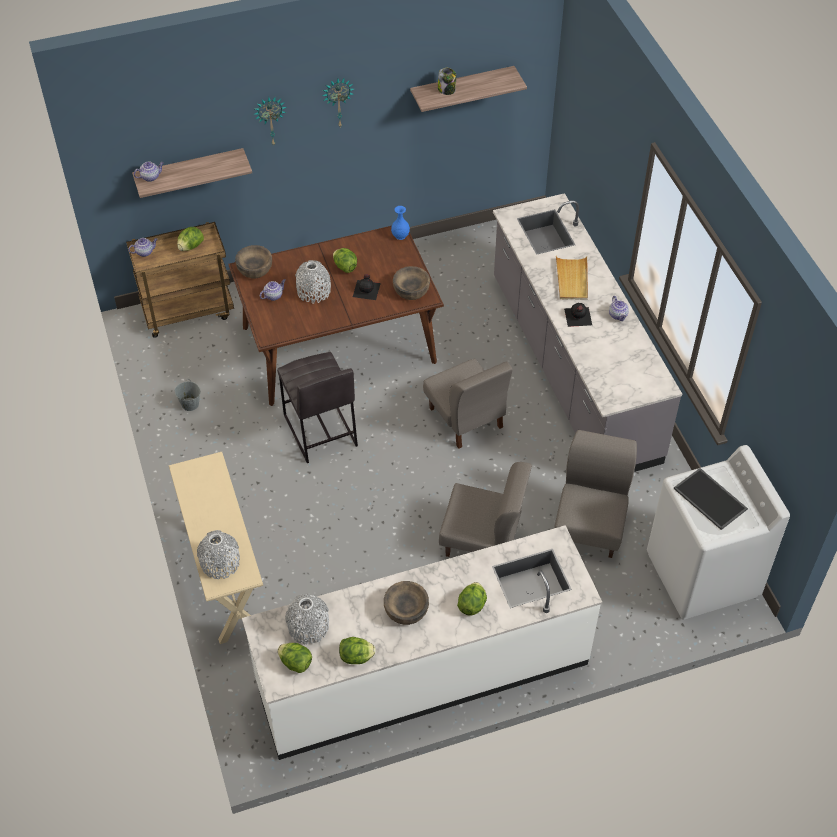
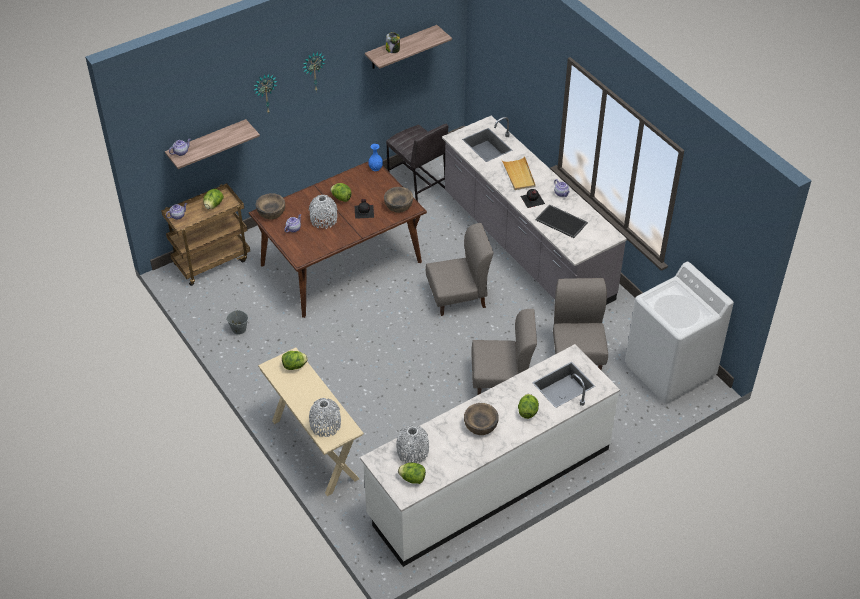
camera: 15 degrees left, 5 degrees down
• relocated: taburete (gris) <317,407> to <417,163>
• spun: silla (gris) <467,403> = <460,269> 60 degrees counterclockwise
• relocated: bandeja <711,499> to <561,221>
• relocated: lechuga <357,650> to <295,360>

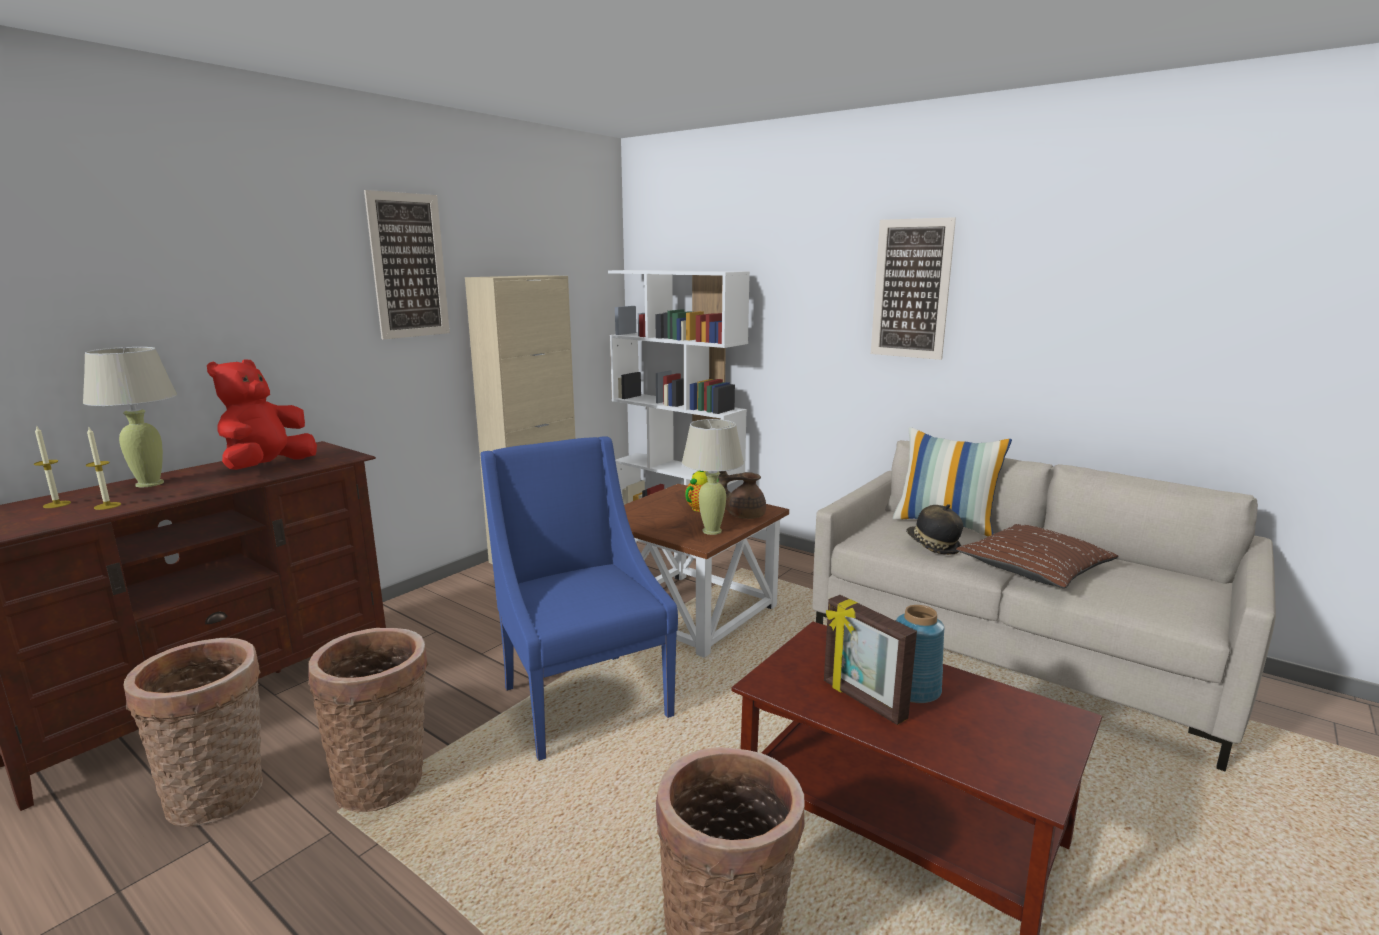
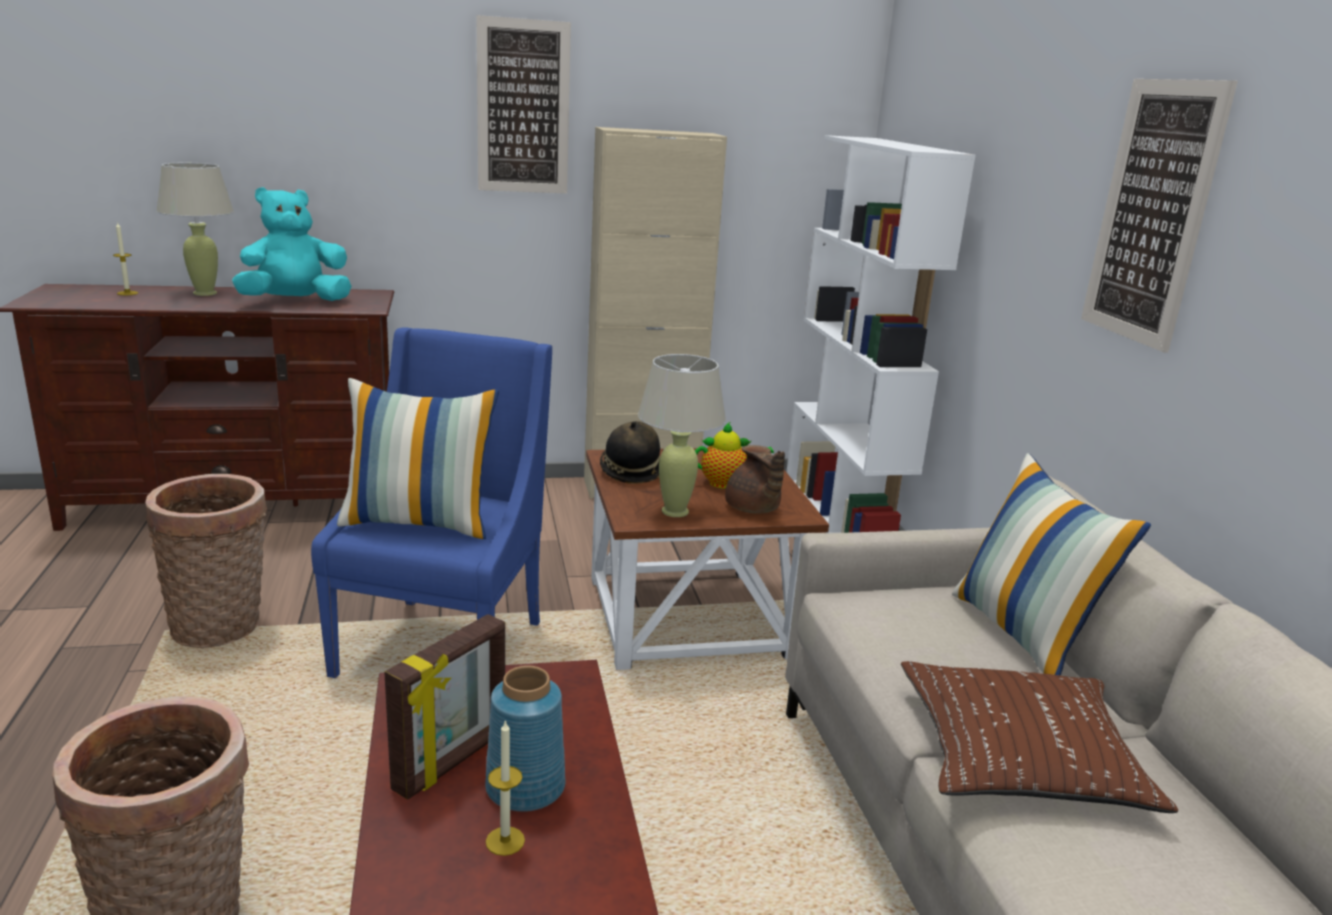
camera: 40 degrees right, 5 degrees up
• colour: peluche (rojo) <262,414> to peluche (turquesa) <292,244>
• relocated: vela <103,469> to <505,788>
• spun: tetera (marrón) <742,495> = <755,479> 150 degrees counterclockwise
• relocated: sombrero <934,529> to <630,452>
• spun: portarretratos <870,660> = <444,707> 150 degrees counterclockwise
• missing: cesta <193,732>
• appeared: cojín <418,458>

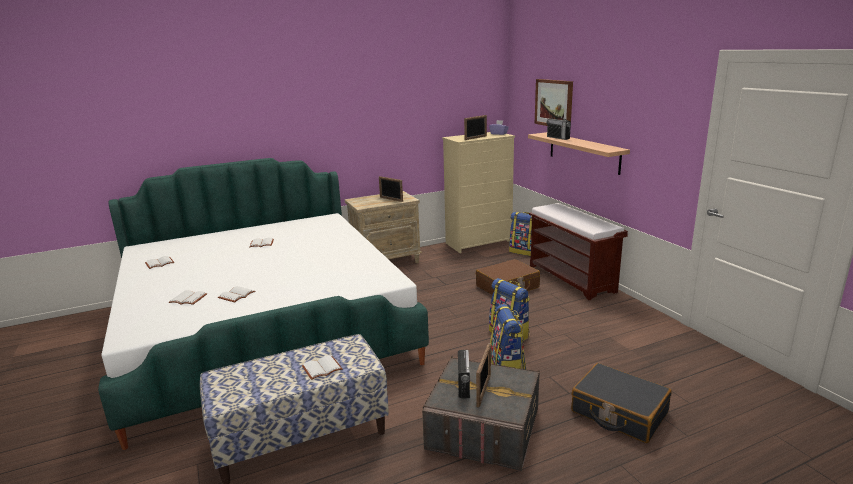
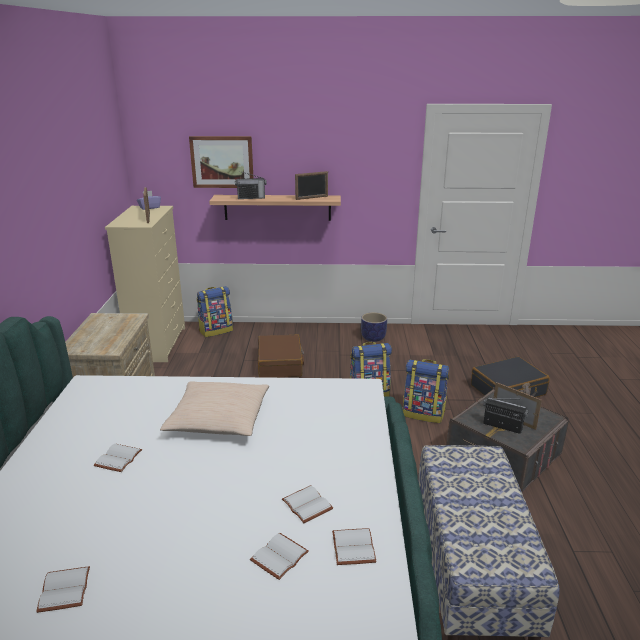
camera: 65 degrees left, 5 degrees up
• relocated: portarretratos <391,189> to <311,185>
• missing: banco (marrón) <578,251>
• relocated: libro (blanco) <322,367> to <354,546>
• appeared: maceta <374,327>
• appeared: cojín (beis) <214,409>

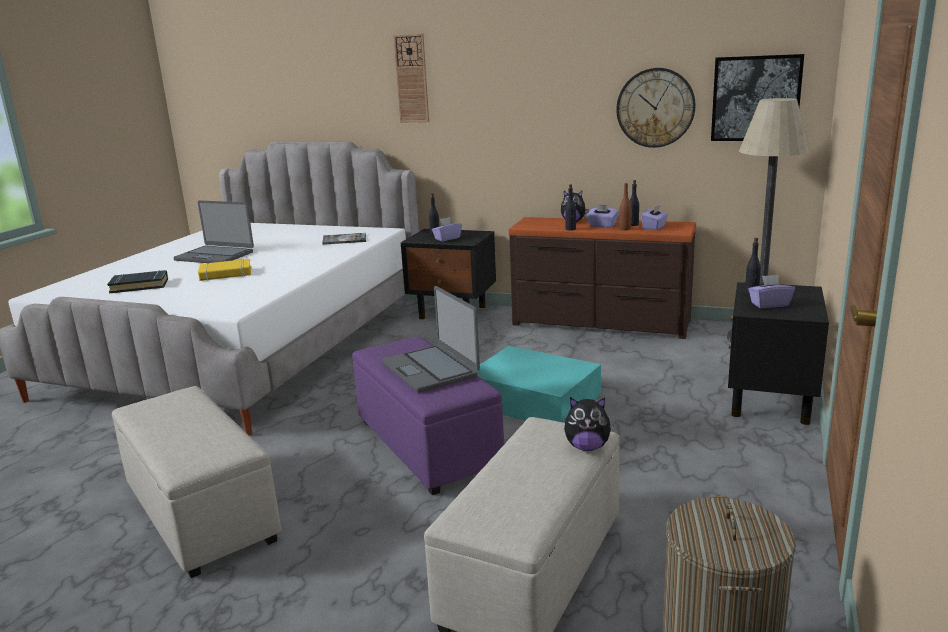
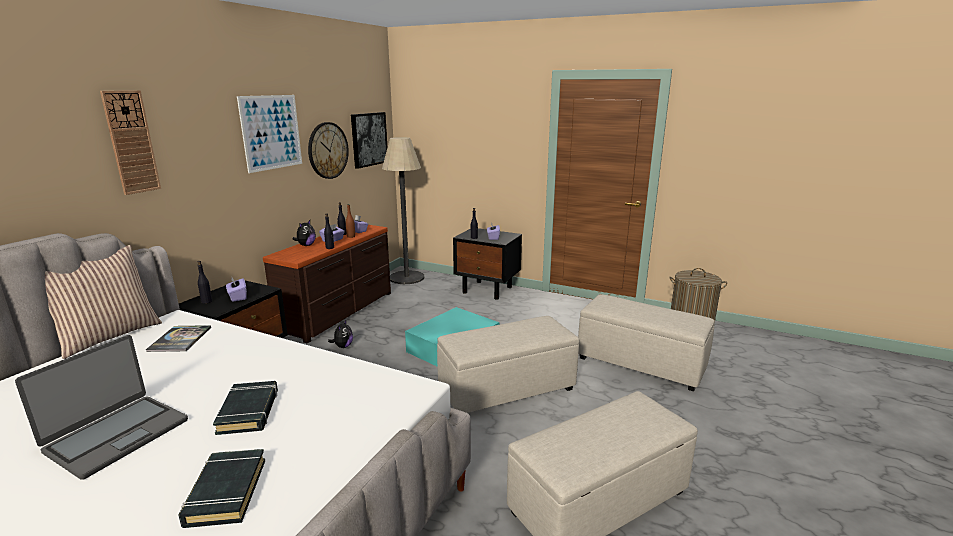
camera: 85 degrees left, 0 degrees up
• colour: libro (amarillo) <224,270> to libro (negro) <245,408>
• missing: portátil <431,339>
• colour: puf (morado) <428,415> to puf (beis) <508,364>
• relocated: peluche <589,424> to <340,334>
• appeared: cuadro <269,134>
• appeared: cojín <103,302>

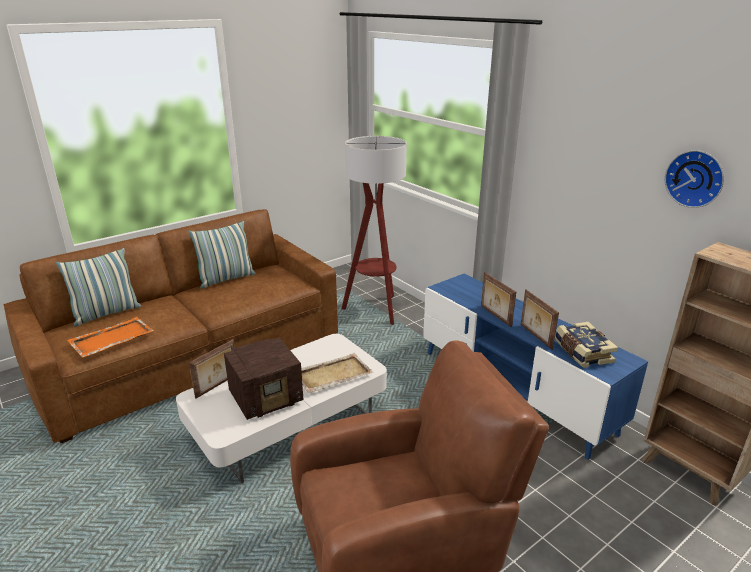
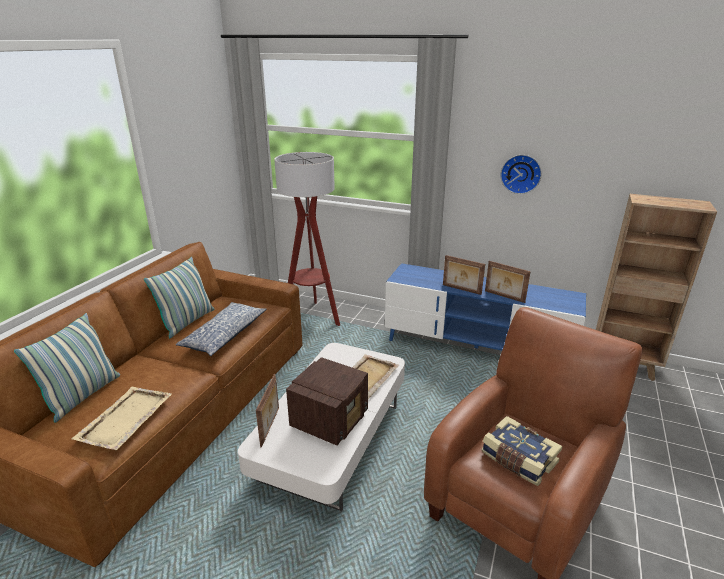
camera: 30 degrees left, 0 degrees up
• relocated: reloj de pared <694,179> to <521,174>
• colour: bandeja (naranja) <110,337> to bandeja (beis) <122,418>
• relocated: libro <586,345> to <522,451>
• appeared: cojín <221,329>

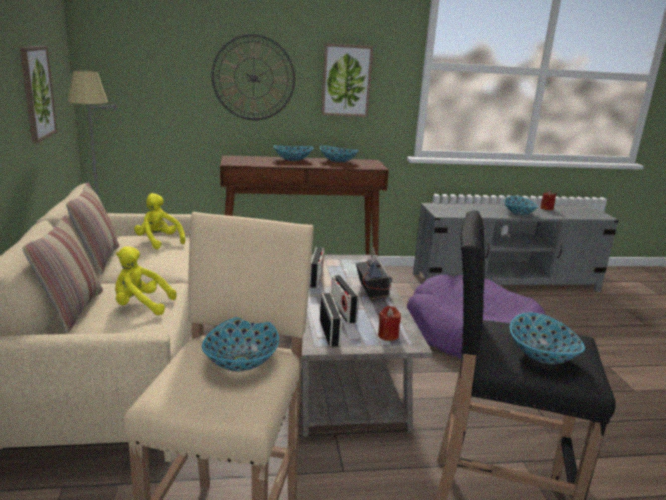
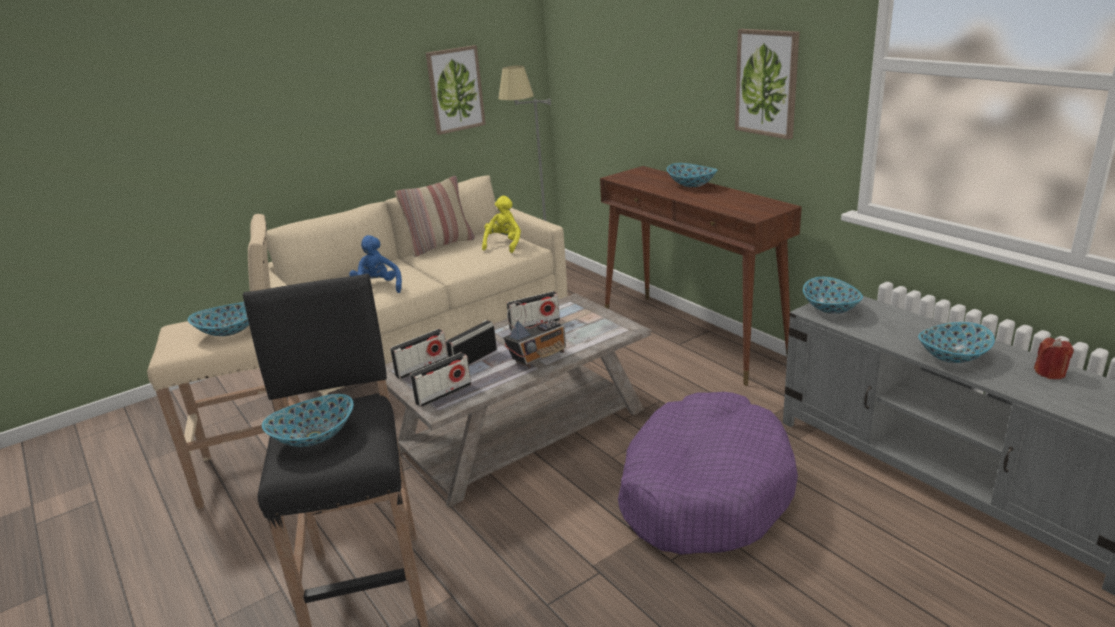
camera: 65 degrees right, 5 degrees up
• missing: reloj de pared <253,77>
• relocated: cuenco <339,154> to <833,295>
• missing: cojín <62,274>
• colour: peluche (amarillo) <146,281> to peluche (azul) <375,264>
• exchanged: vela (rojo) <389,323> to radio <440,379>

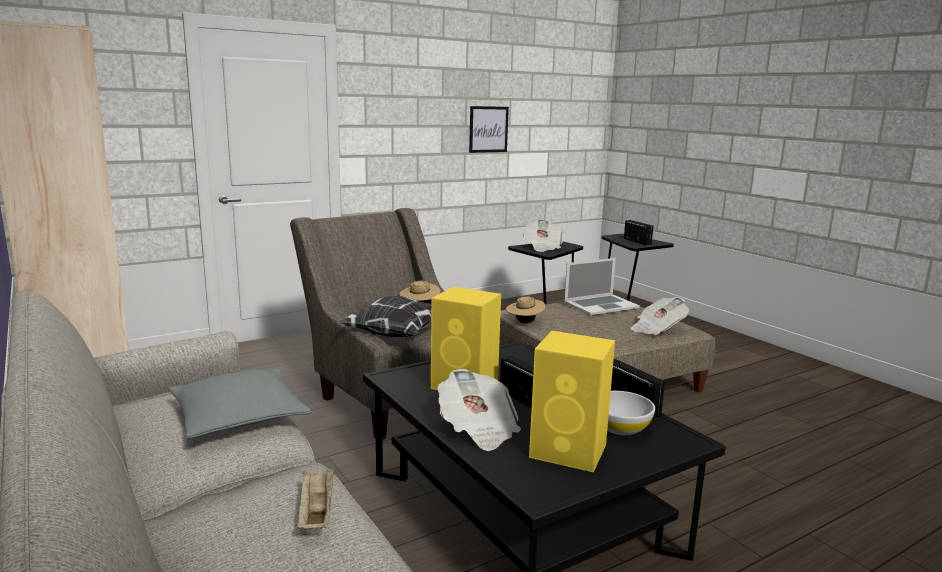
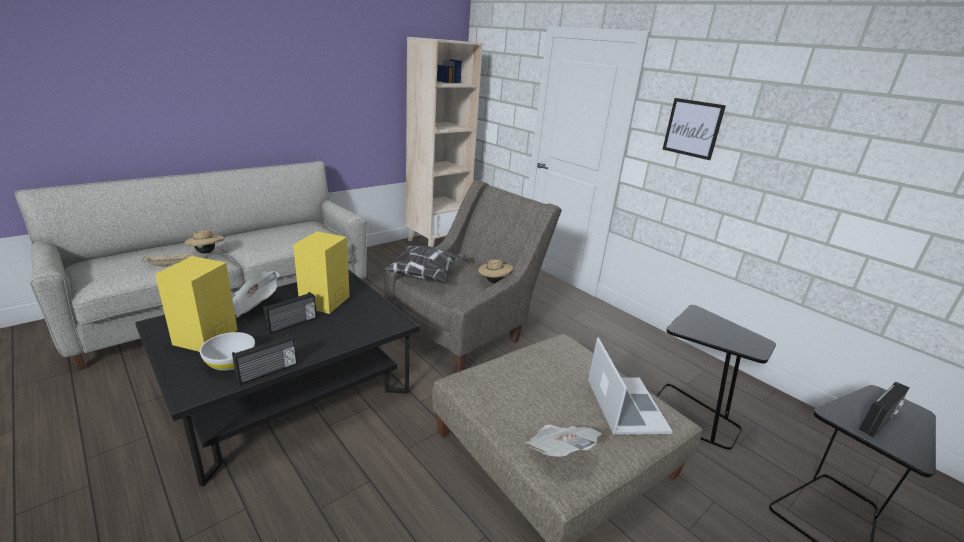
camera: 80 degrees right, 10 degrees up
• relocated: cuadro <489,129> to <694,129>
• missing: periódico <543,235>
• spun: portátil <602,286> = <630,386> 150 degrees counterclockwise
• relocated: sombrero (beis) <526,309> to <204,242>
• missing: cojín (gris) <239,403>

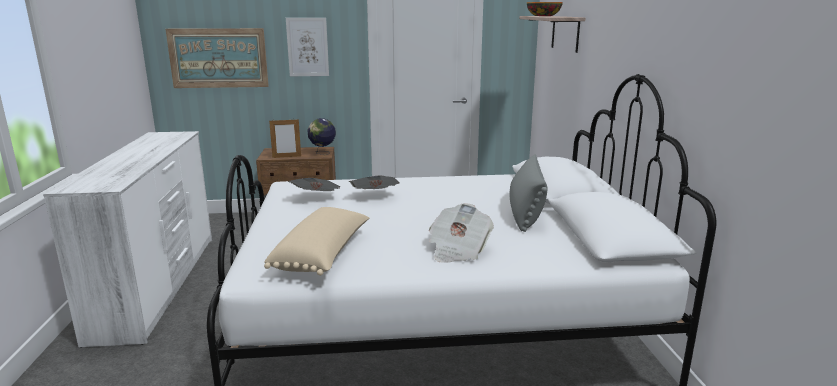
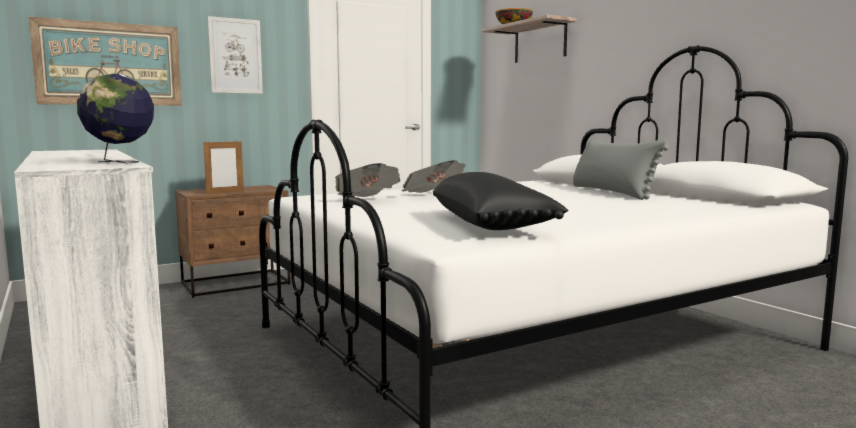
camera: 25 degrees left, 10 degrees down
• relocated: globo terráqueo <321,136> to <115,119>
• missing: periódico <461,233>
• colour: cojín (beis) <316,241> to cojín (negro) <501,201>

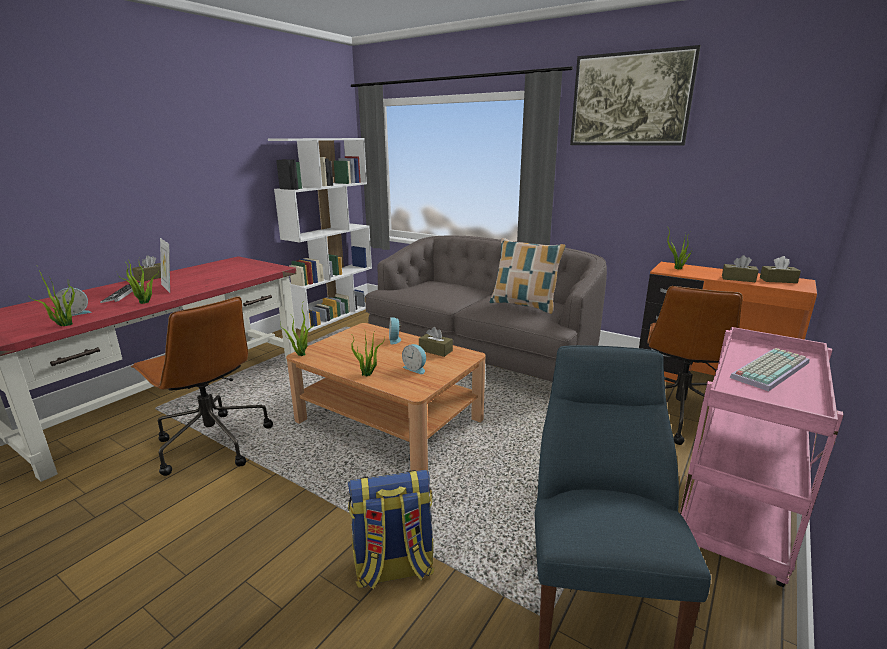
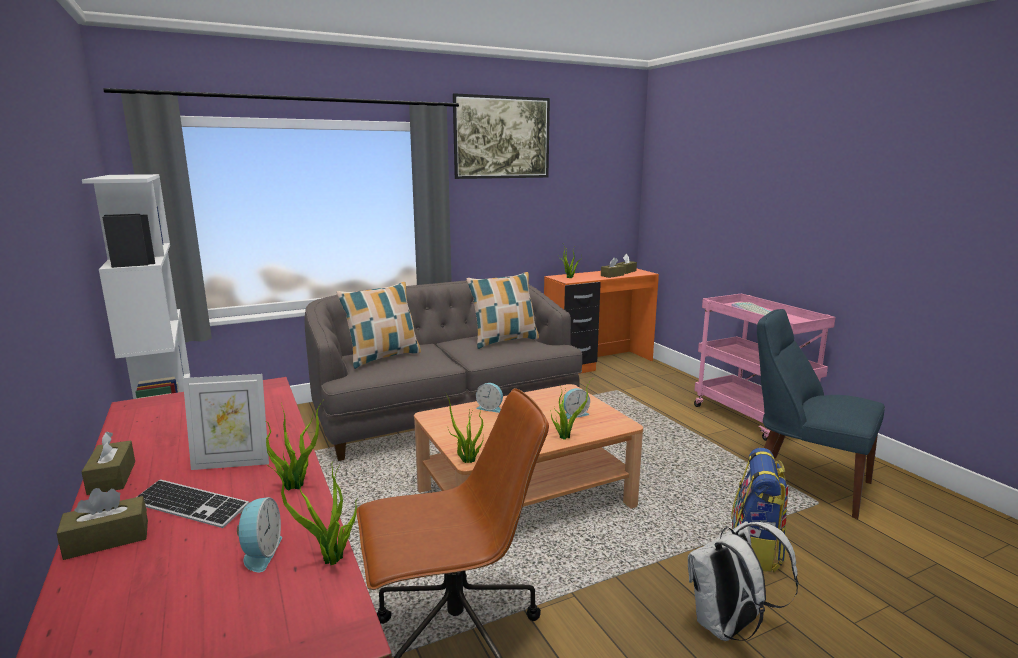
camera: 60 degrees left, 5 degrees down
• missing: silla de oficina (marrón) <695,365>
• relocated: caja de pañuelos (marrón) <436,342> to <102,524>
• appeared: cojín <379,325>
• appeared: mochila (blanco) <743,581>

